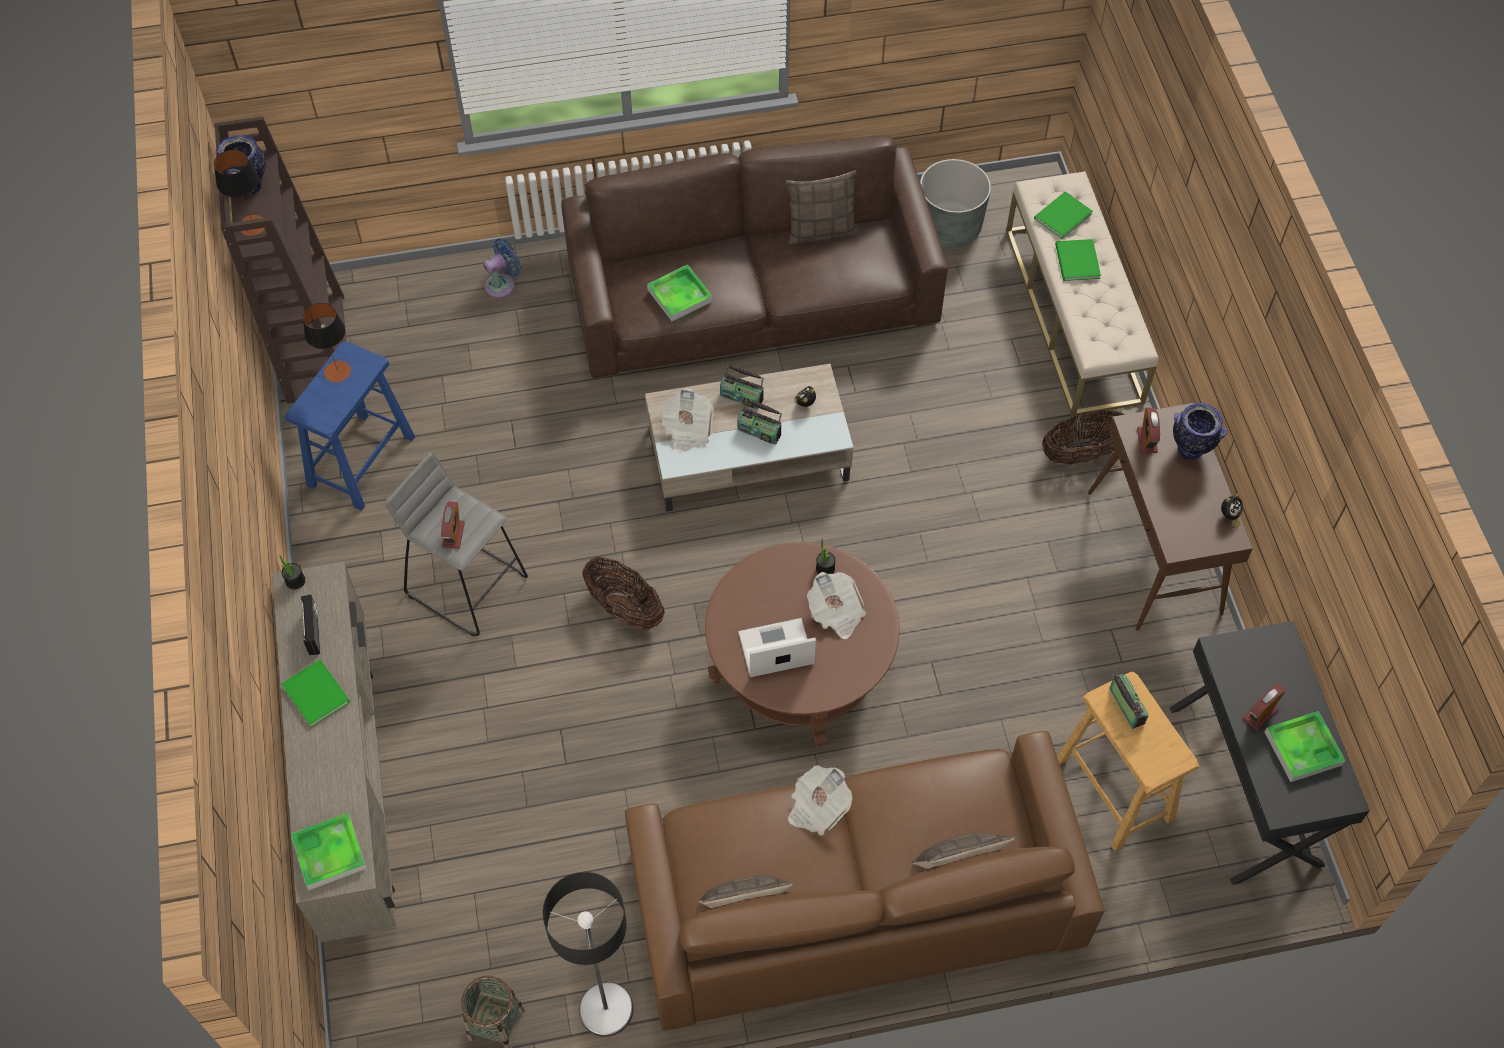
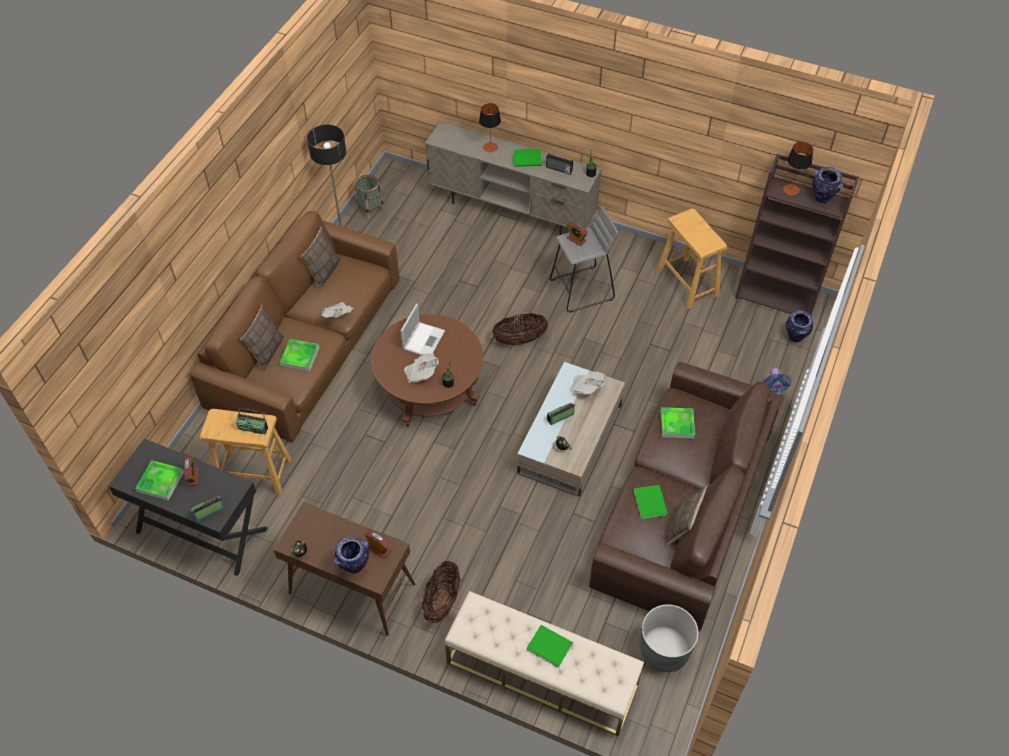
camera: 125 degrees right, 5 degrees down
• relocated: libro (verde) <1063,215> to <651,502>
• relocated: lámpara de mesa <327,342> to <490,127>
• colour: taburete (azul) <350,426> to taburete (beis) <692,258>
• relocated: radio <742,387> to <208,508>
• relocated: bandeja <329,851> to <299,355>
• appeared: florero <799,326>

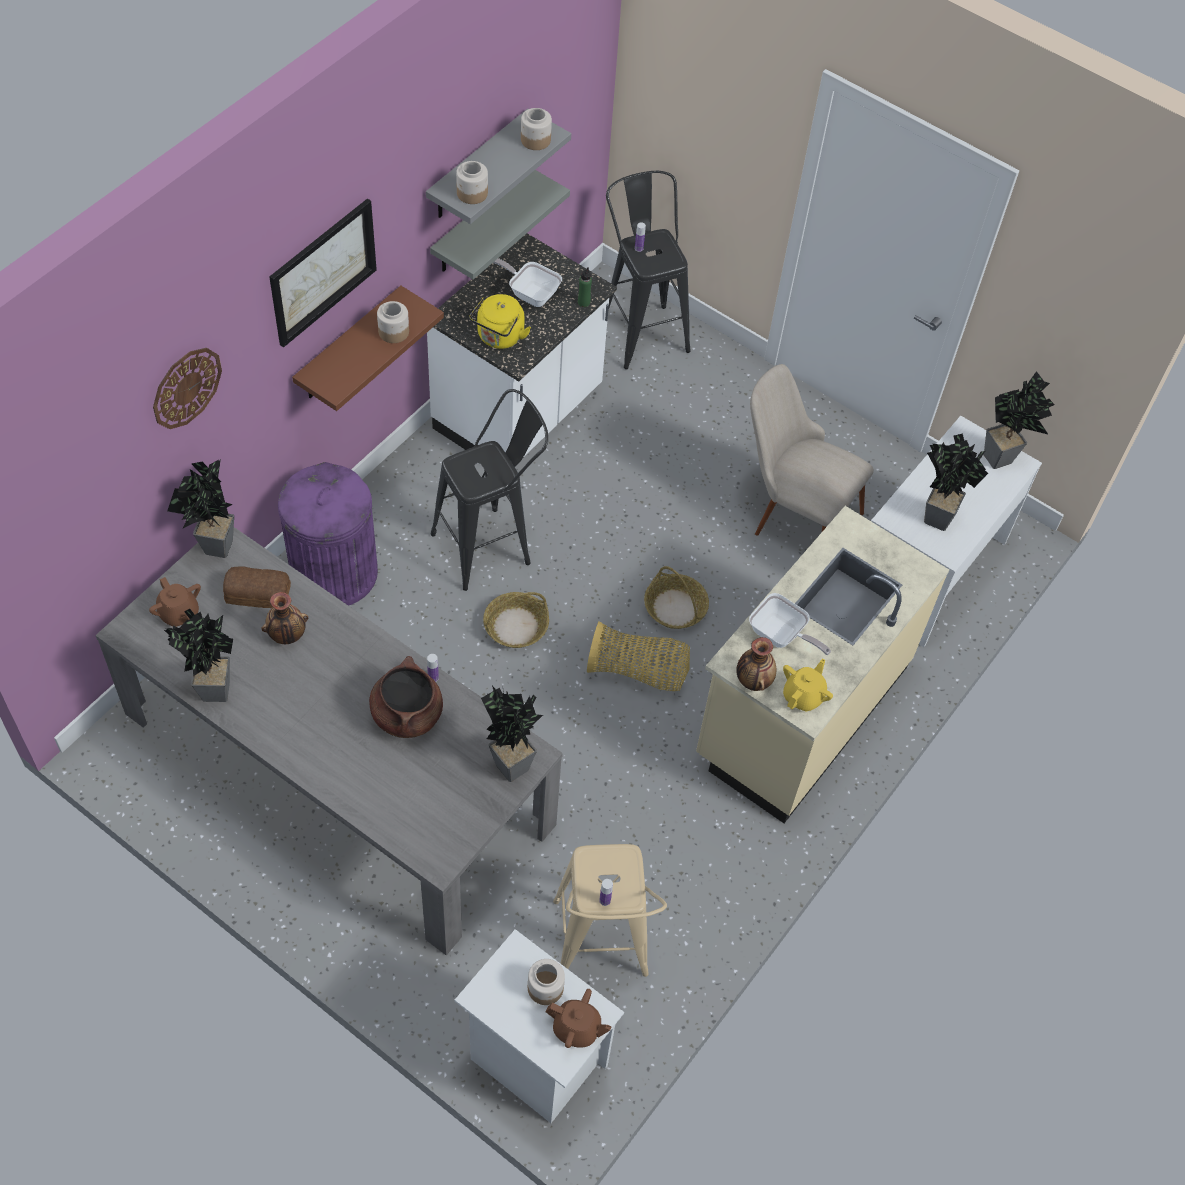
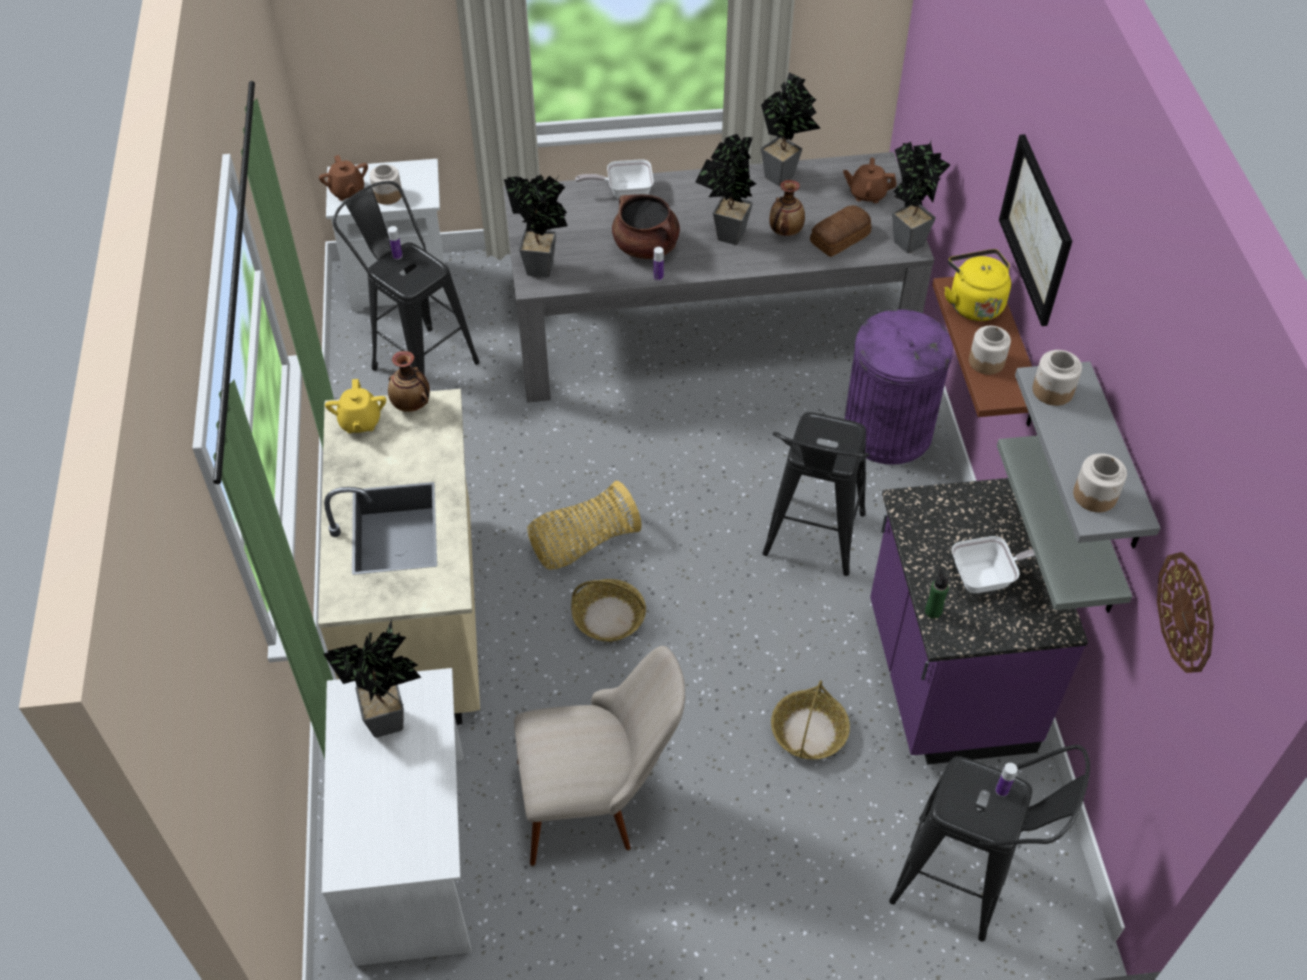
camera: 140 degrees right, 5 degrees down
• colour: mueble bajo de cocina (blanco) <522,344> to mueble bajo de cocina (morado) <979,621>
• relocated: hervidor (amarillo) <500,321> to <977,285>
• relocated: reloj de pared <187,388> to <1185,612>
• relocated: planta en maceta <1019,420> to <725,189>
• relocated: cesta <516,620> to <810,719>
• relocated: sartén <790,624> to <614,179>
• colour: taburete (beis) <610,910> to taburete (negro) <406,278>
• spun: tetera (marrón) <579,1018> = <343,178> 90 degrees counterclockwise

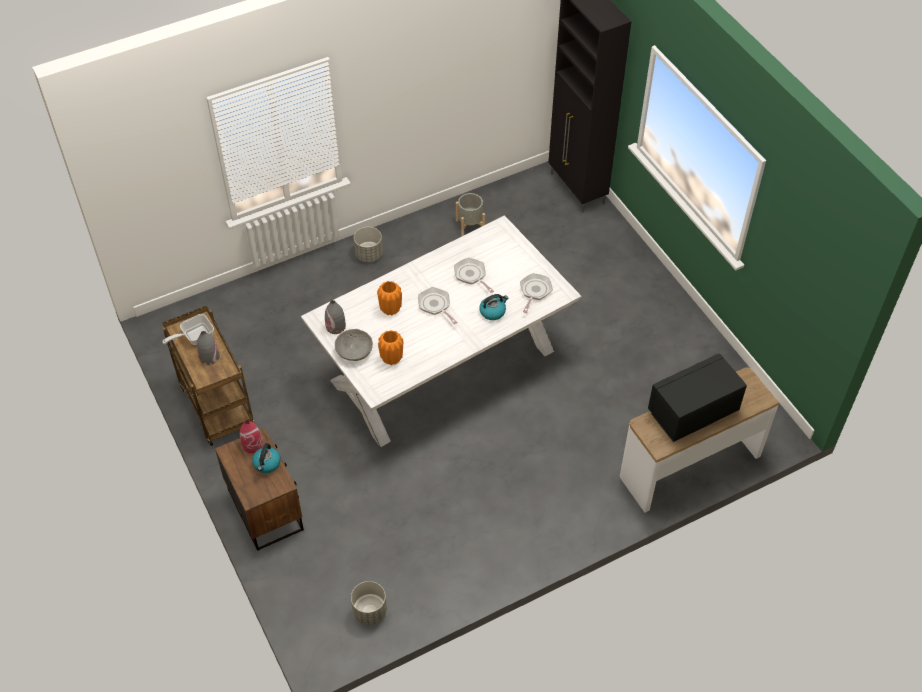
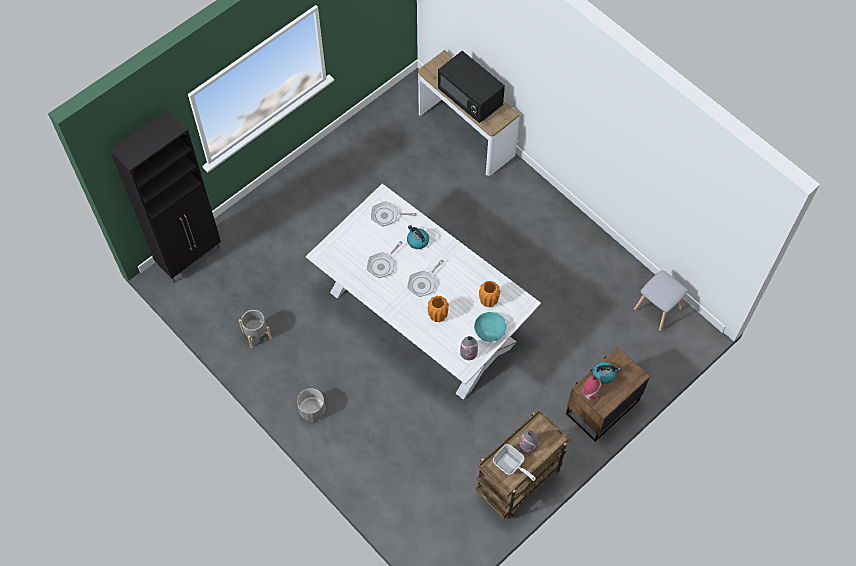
camera: 105 degrees left, 10 degrees up
• colour: cuenco (gris) <354,345> to cuenco (turquesa) <490,327>
• exchanged: maceta (gris) <369,603> to taburete (gris) <661,300>

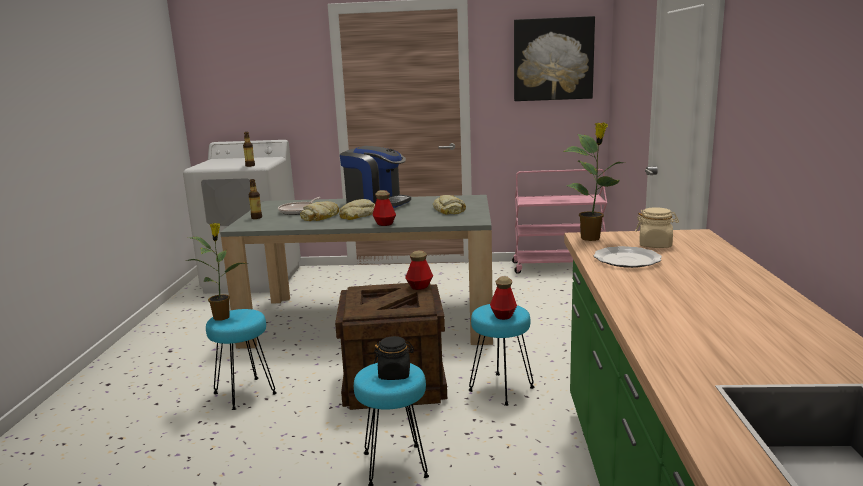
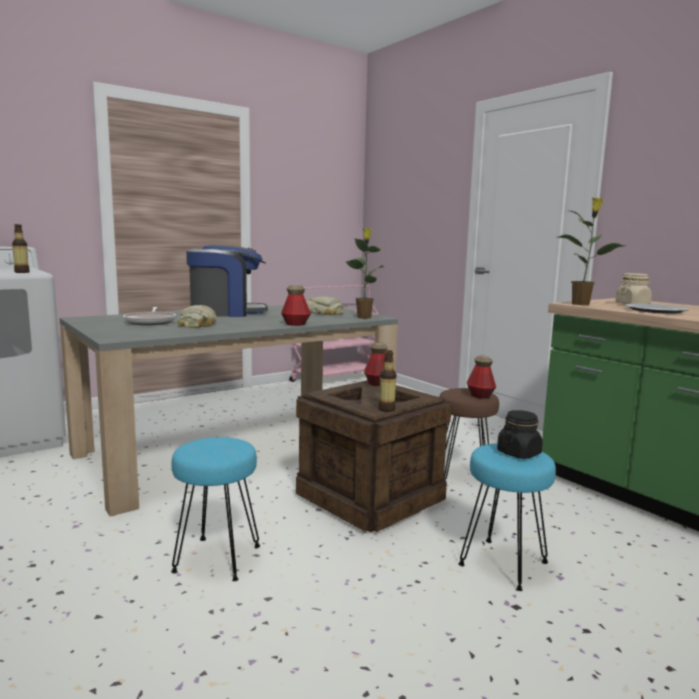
camera: 40 degrees left, 5 degrees down
• missing: cuadro <554,58>
• relocated: botella <255,199> to <387,381>
• missing: pan <357,209>
• relocated: planta en maceta <216,272> to <365,273>
• colour: taburete (turquesa) <501,355> to taburete (marrón) <469,435>

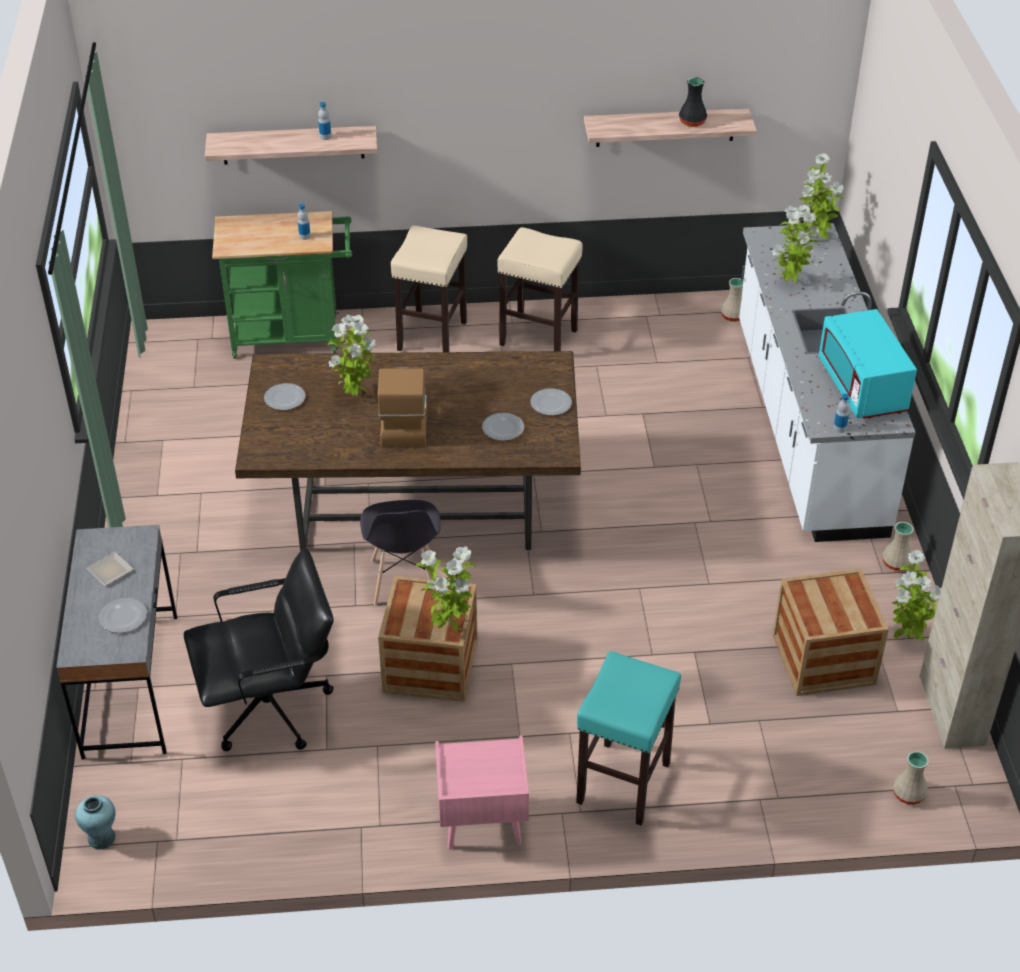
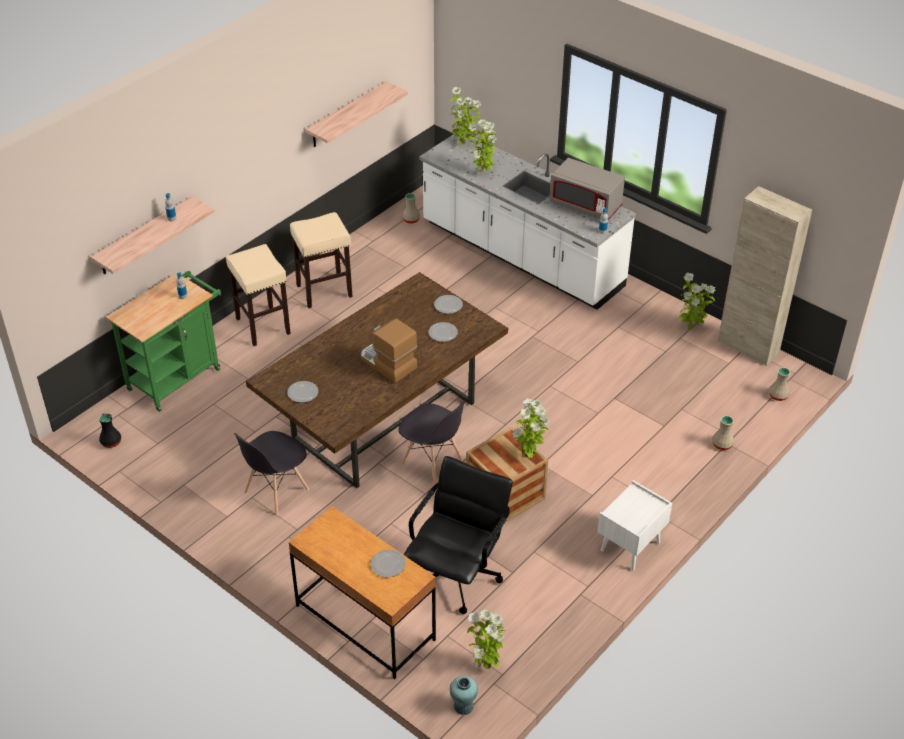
camera: 45 degrees left, 0 degrees up
• relocated: florero (negro) <693,102> to <110,430>
• colour: microondas (turquesa) <868,364> to microondas (gris) <587,189>
• relocated: planta en maceta <352,355> to <486,639>
• relocated: florero (beis) <897,546> to <723,433>
• colour: escritorio (gris) <116,642> to escritorio (marrón) <362,592>
• missing: plato <110,569>
• missing: caja de embalaje <831,632>
• missing: taburete (turquesa) <628,738>
• colour: mesita de noche (rosa) <482,792> to mesita de noche (blanco) <634,525>
• appeared: silla (gris) <271,473>

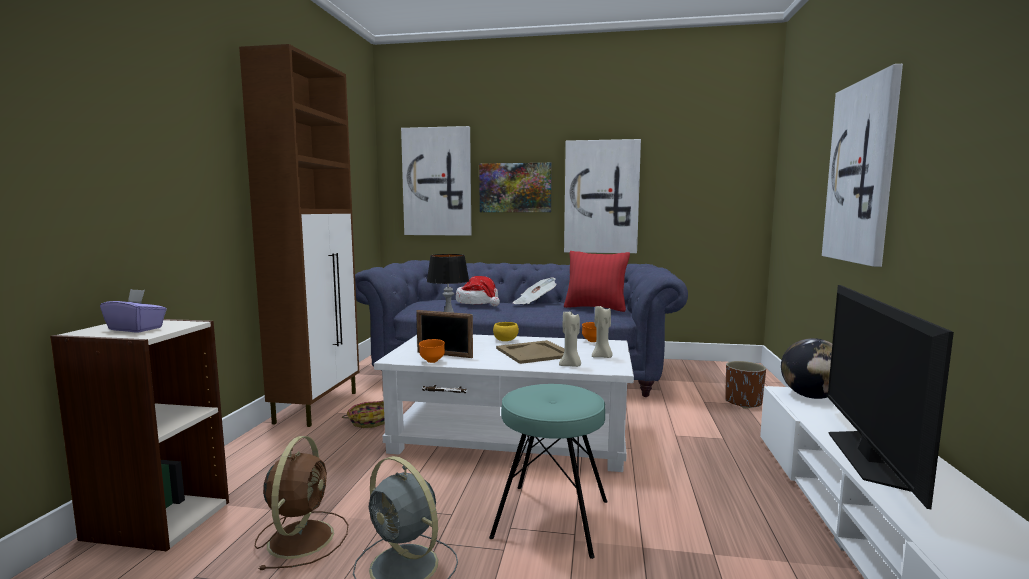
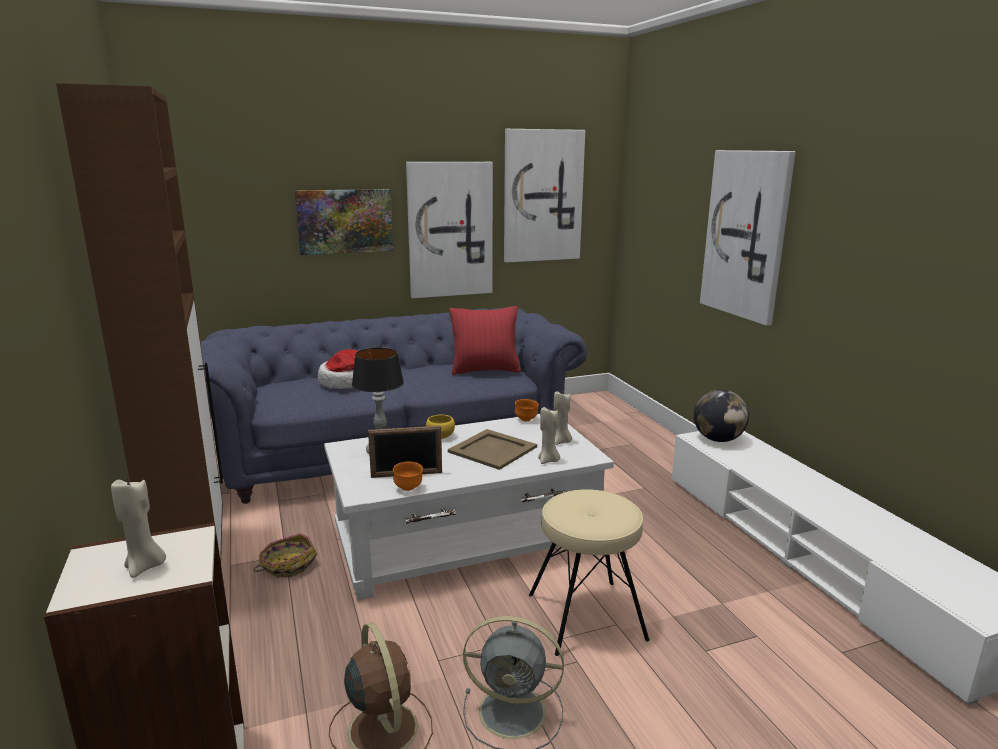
camera: 30 degrees left, 10 degrees up
• relocated: cuadro <436,181> to <544,196>
• missing: periódico <534,290>
• missing: televisor <891,397>
• exchanged: caja de pañuelos (morado) <133,310> to vela (beis) <138,528>
• missing: maceta (marrón) <745,385>
• colour: taburete (turquesa) <548,471> to taburete (beis) <589,572>

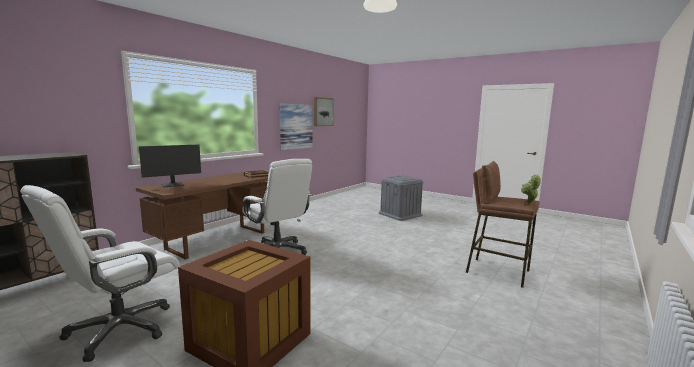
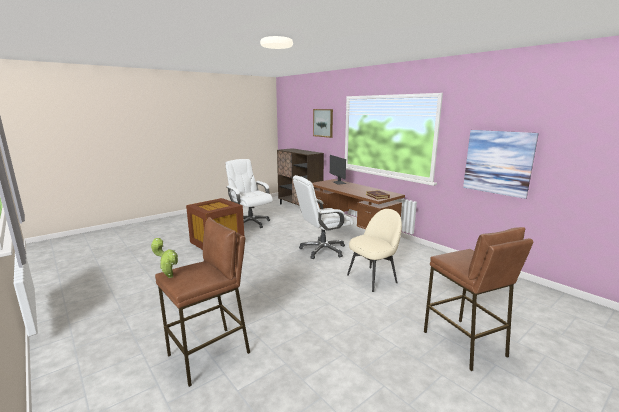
camera: 105 degrees right, 5 degrees up
• relocated: cuadro <324,111> to <323,123>
• exchanged: caja de almacenaje (gris) <401,198> to taburete (marrón) <478,299>
• appeared: silla (beis) <374,250>

